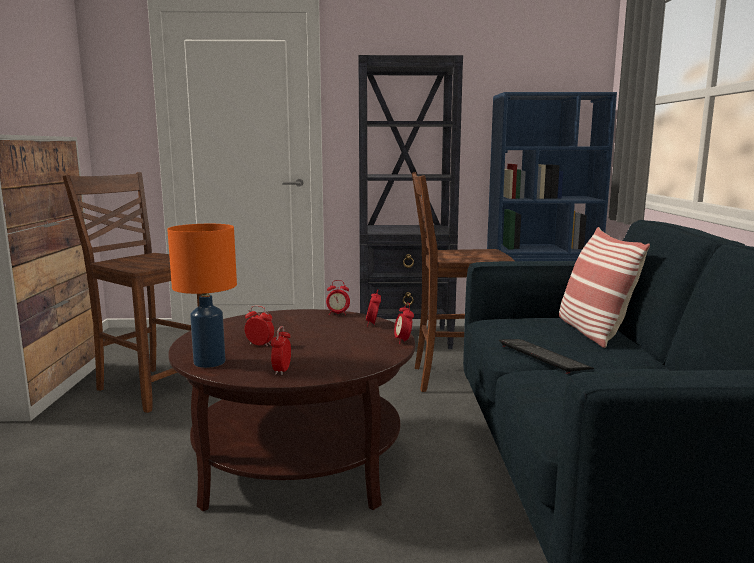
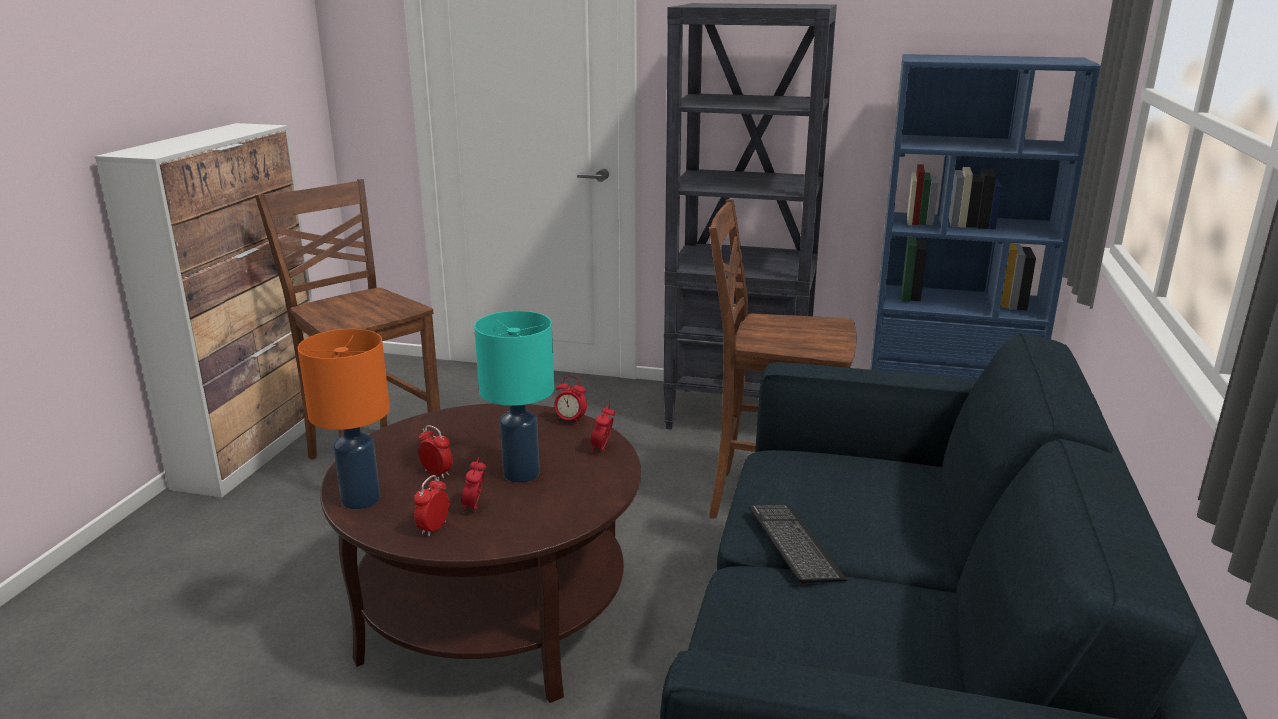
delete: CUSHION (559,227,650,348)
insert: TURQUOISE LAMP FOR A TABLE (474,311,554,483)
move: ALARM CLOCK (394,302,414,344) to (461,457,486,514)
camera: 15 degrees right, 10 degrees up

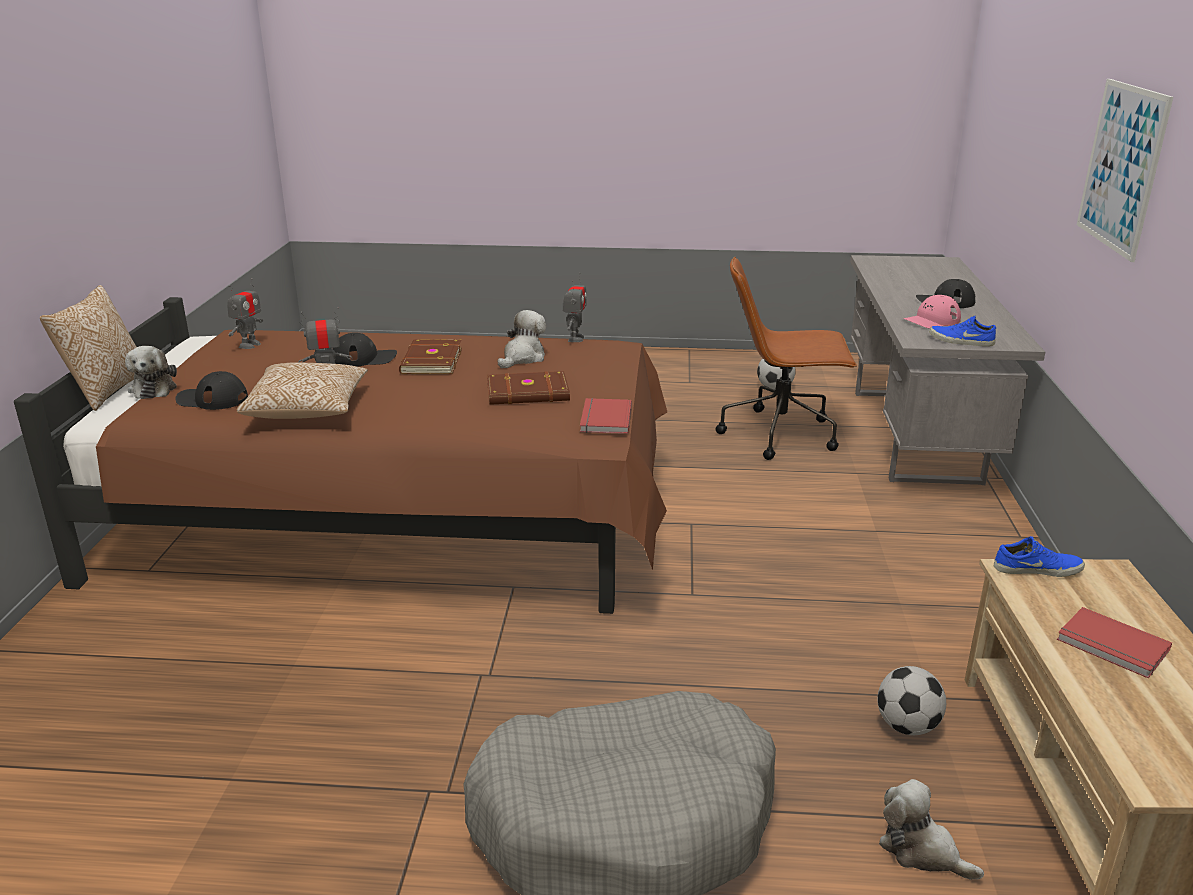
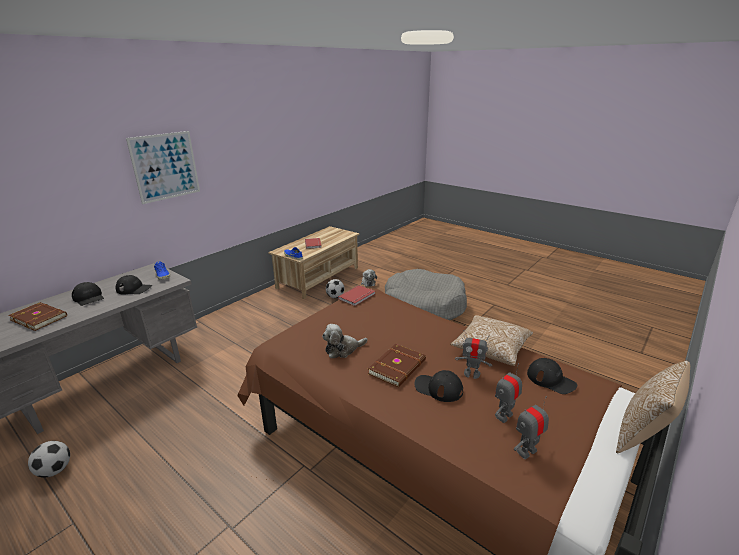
delete: BROWN DESK CHAIR (716,257,857,460); SOFT TOY (125,346,177,399)
move: MODEL ROBOT (563,273,587,342) to (495,363,522,423); BROWN BOOK (487,371,570,405) to (8,302,67,331)
recolor: PINKISH BASEBALL CAP (903,295,961,328) to BLACK-COLOURED BASEBALL CAP (116,275,152,294)
camera: 145 degrees left, 0 degrees up

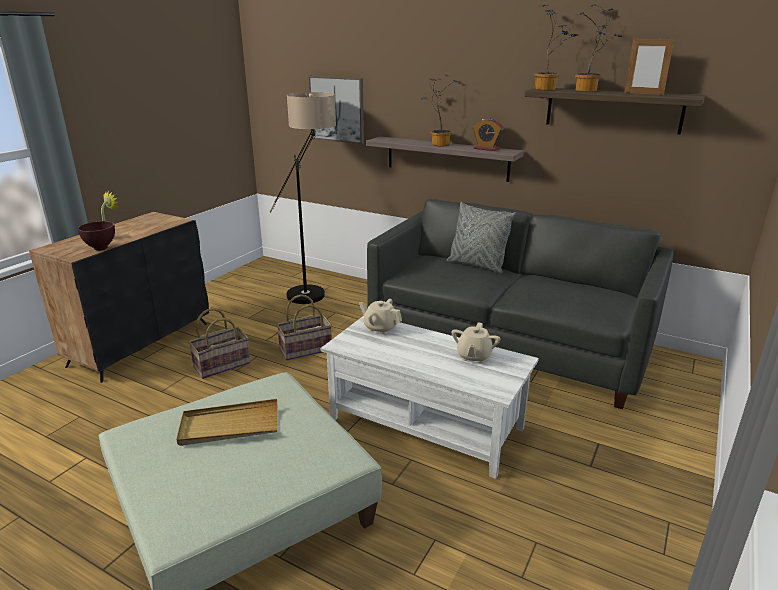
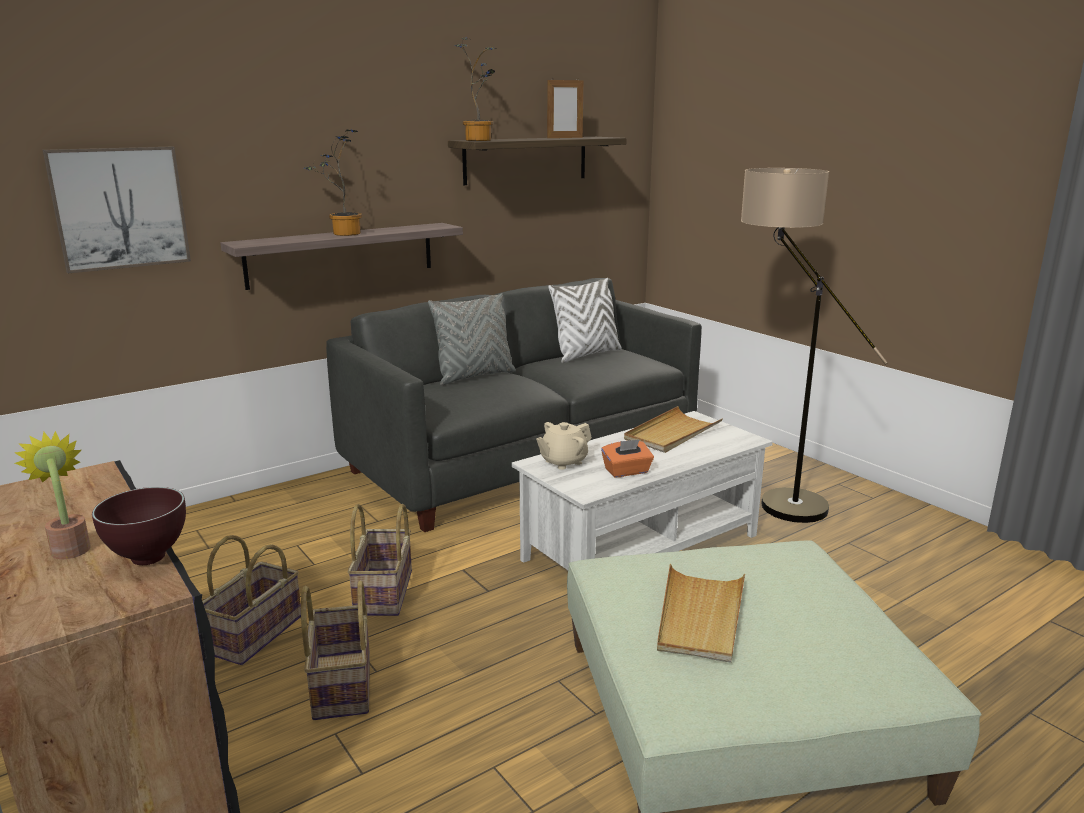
delete: POTTED PLANT (575,4,622,92); ALARM CLOCK (473,118,504,151)
insert: WHITISH CUSHION (548,278,622,363); ORANGE-COLOURED BOX OF TISSUES (601,439,654,477); HOUSEHOLD BASKET (202,535,301,665)
move: FLOOR LAMP (269,92,336,304) to (741,168,888,523)
replace: BEIGE-COLOURED POT FOR TEA (451,322,500,364) to BEIGE-COLOURED TRAY (624,406,723,453)
camera: 65 degrees left, 5 degrees down

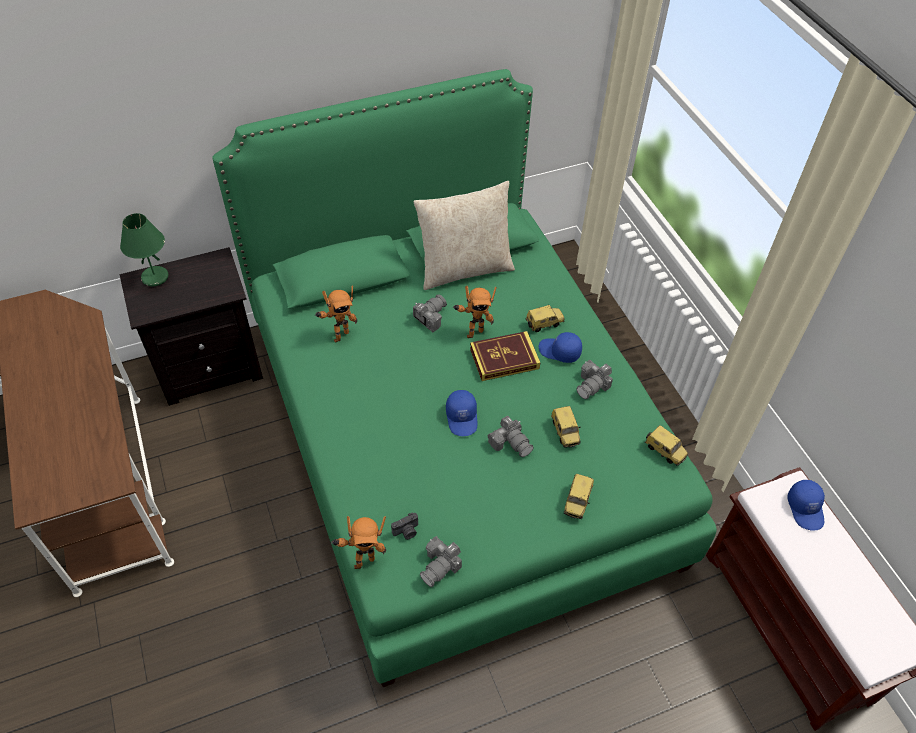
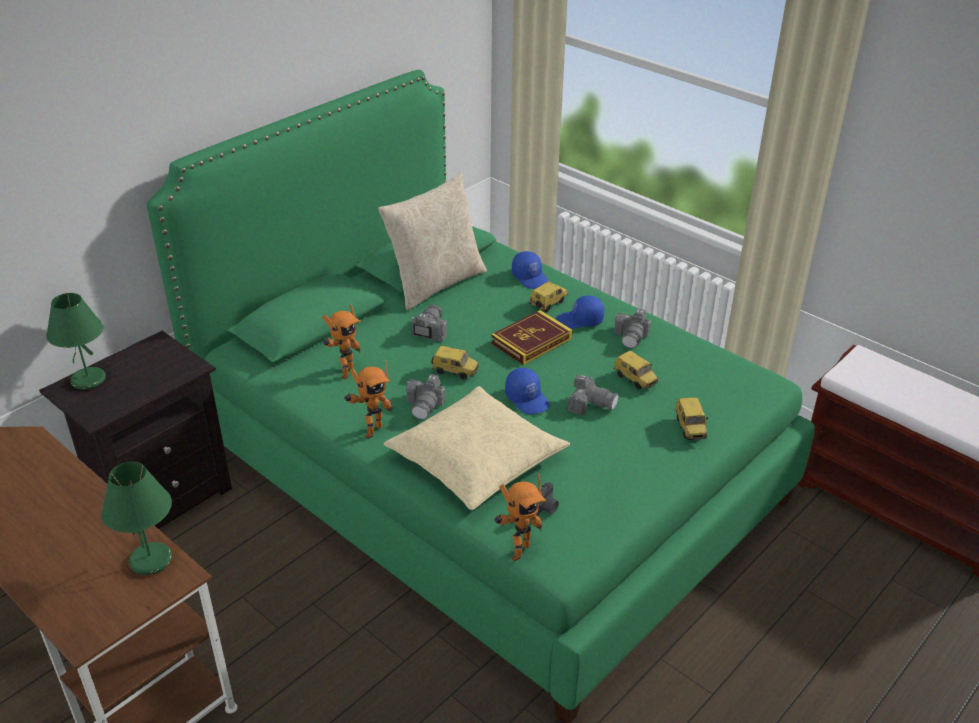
insert: BEIGE-COLOURED CUSHION (384,386,570,510); GREENISH LAMP FOR A TABLE (101,462,172,575)
move: MODEL ROBOT (453,286,497,338) to (344,360,393,439); MODEL CAR (645,425,688,466) to (431,346,479,380); BLUE BASEBALL CAP (787,480,825,531) to (512,251,548,289); PHOTO CAMERA (420,536,462,587) to (406,374,445,420)
camera: 25 degrees left, 15 degrees down

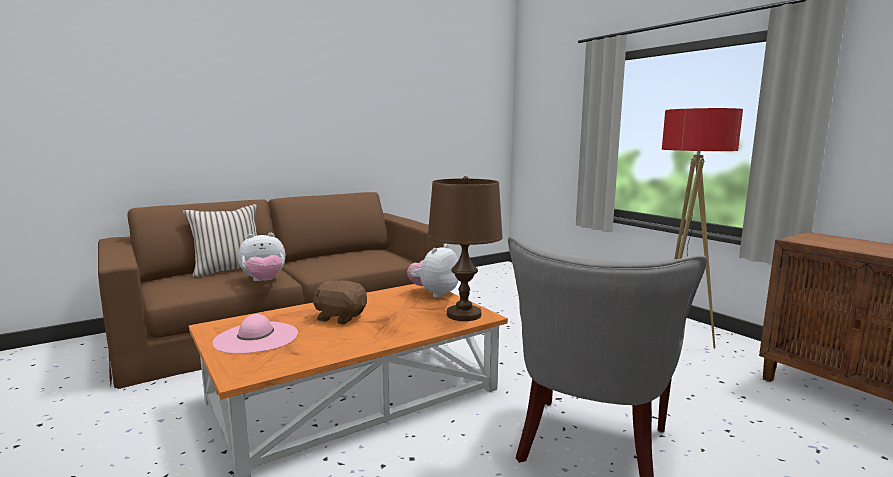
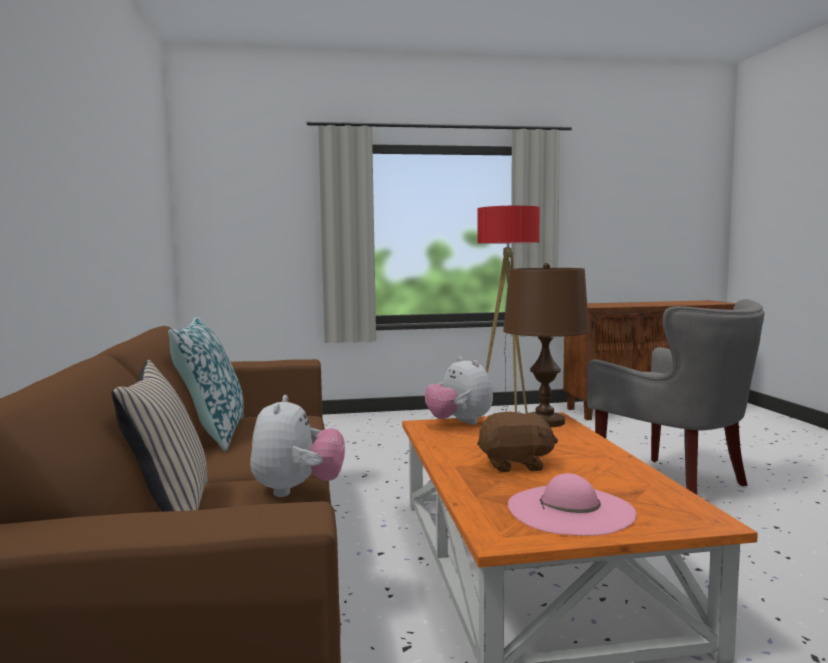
insert: CUSHION (168,316,244,451)
rotate: BROWN SOFT TOY (313,280,367,324) = (477,412,558,472) 135 degrees counterclockwise
camera: 65 degrees left, 5 degrees down

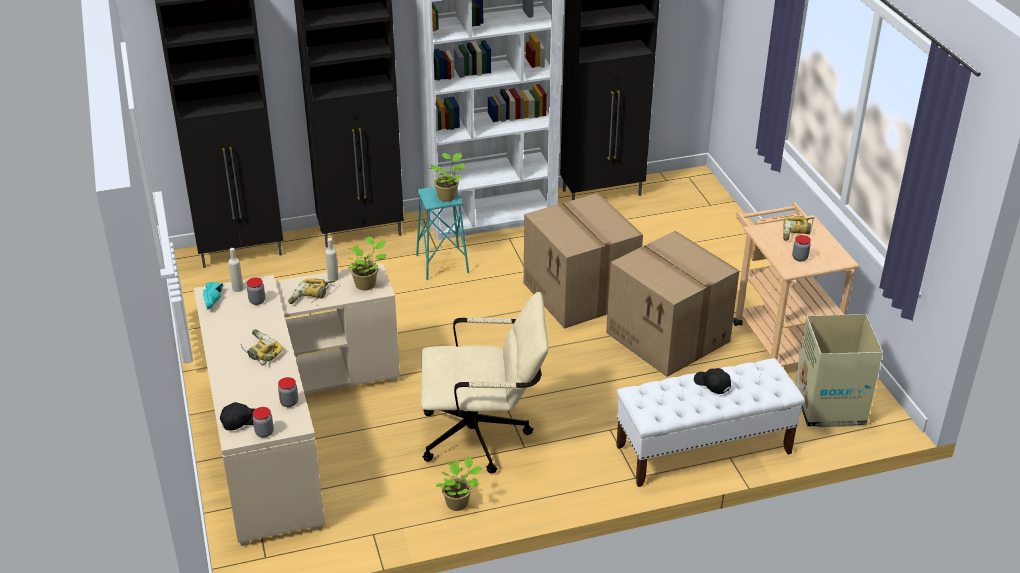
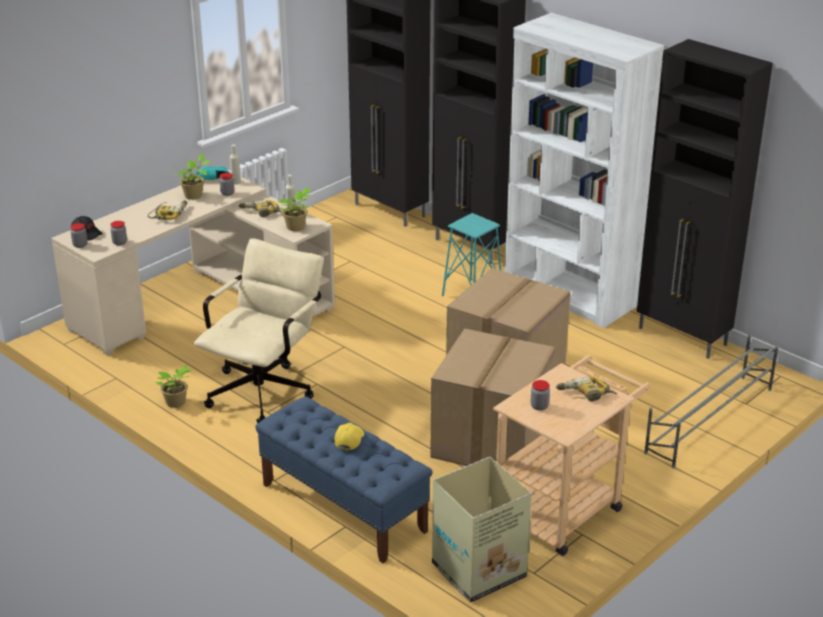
insert: GREY SHOE SHELF (644,334,779,468)
move: POTTED PLANT (428,153,466,201) to (175,154,211,200)
recolor: WHITISH BENCH (616,358,805,487) to BLUE BENCH (255,397,432,563); BLACK-COLOURED BASEBALL CAP (694,368,731,394) to YELLOWISH BASEBALL CAP (334,423,364,450)
rotate: BEIGE-COLOURED DESK CHAIR (421,292,548,474) = (194,238,324,423) 120 degrees counterclockwise
camera: 60 degrees right, 5 degrees down

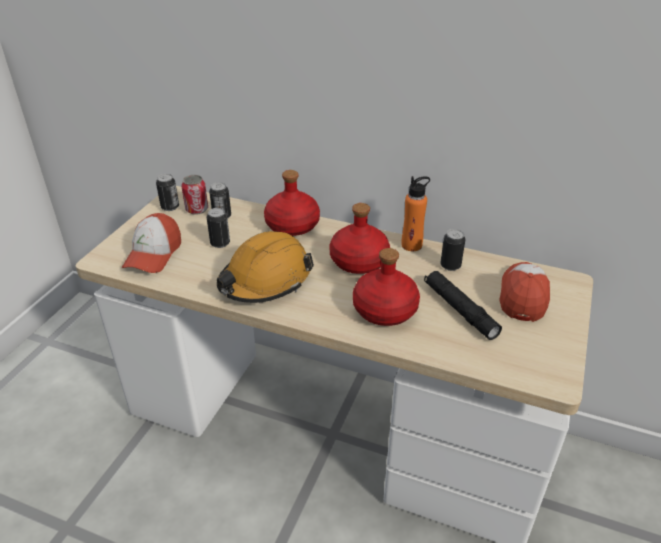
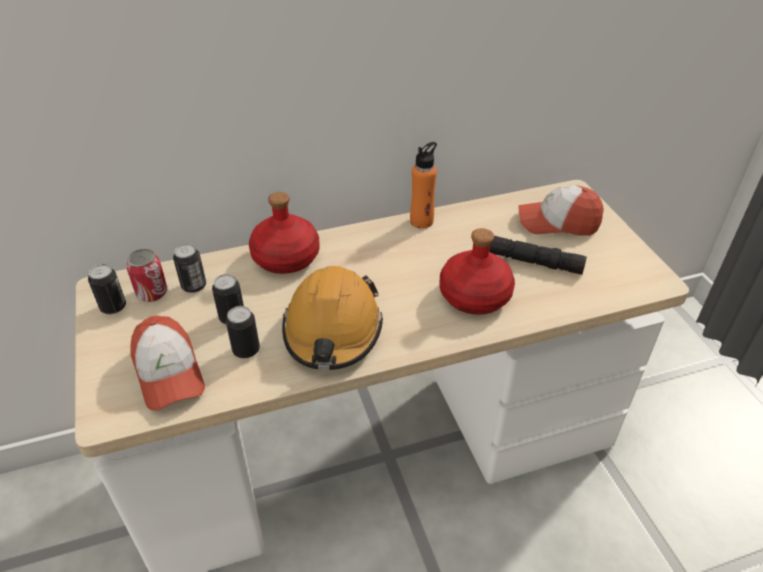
delete: REDDISH BEVERAGE BOTTLE (330,203,390,274)
move: CAN (440,229,465,271) to (226,306,260,359)
rotate: BASEBALL CAP (499,262,550,322) = (519,185,604,236) 60 degrees counterclockwise
camera: 40 degrees left, 5 degrees up

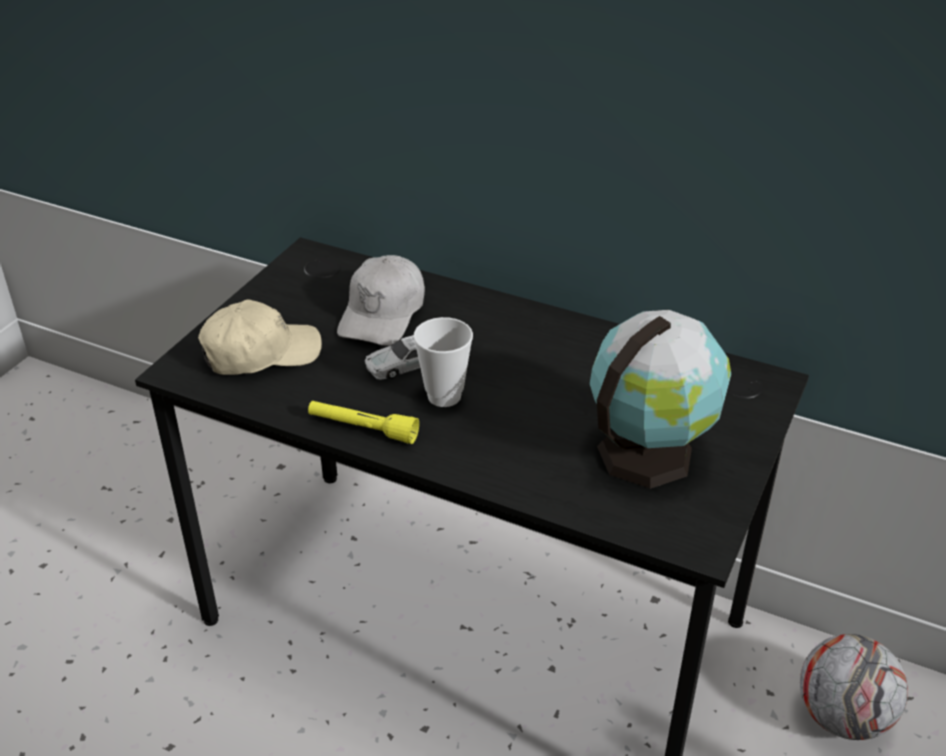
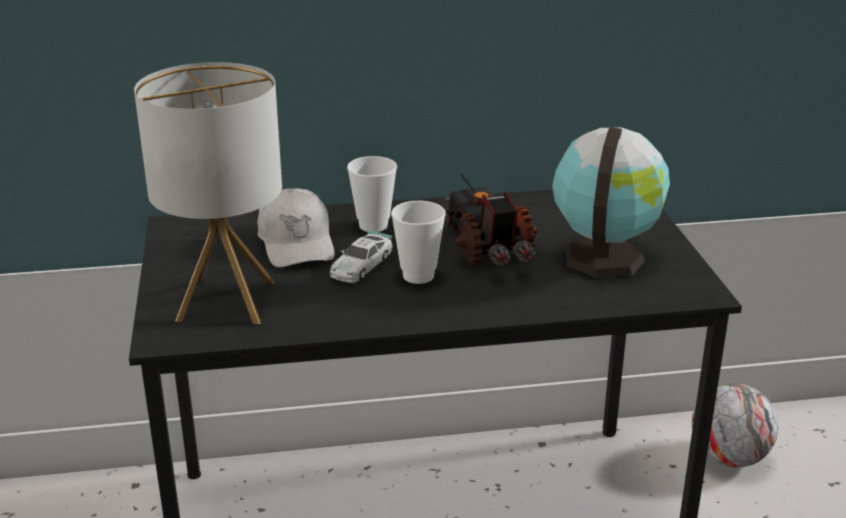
delete: YELLOWISH HAND TORCH (308,401,419,444)
insert: SMALL CUP (347,156,397,232); TOY TRUCK (444,174,538,267)
replace: BEIGE-COLOURED BASEBALL CAP (198,299,322,375) to LAMP FOR A TABLE (134,62,282,324)
camera: 35 degrees left, 10 degrees down

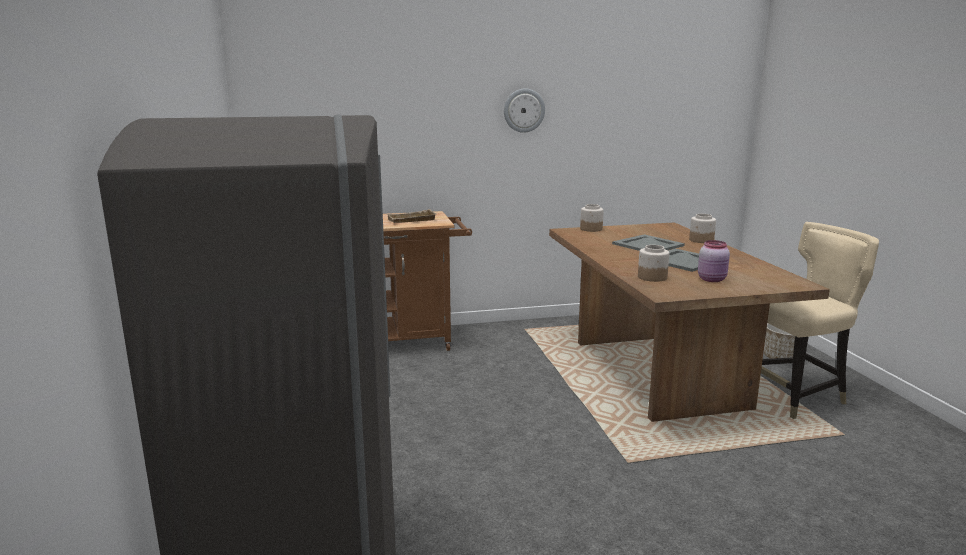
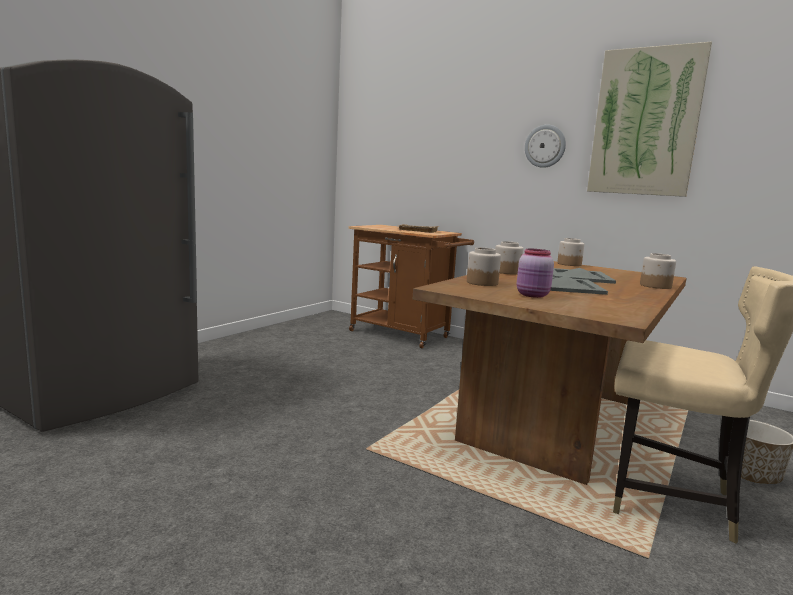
insert: WALL ART (587,41,712,197); STORAGE JAR (495,241,524,274)
camera: 45 degrees right, 5 degrees down

